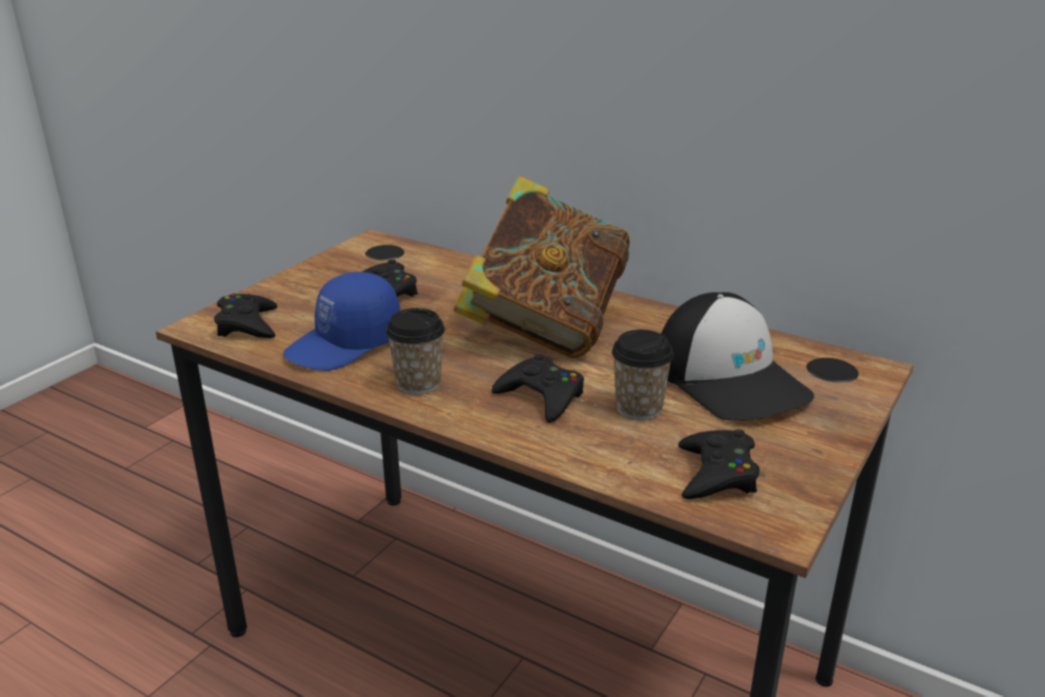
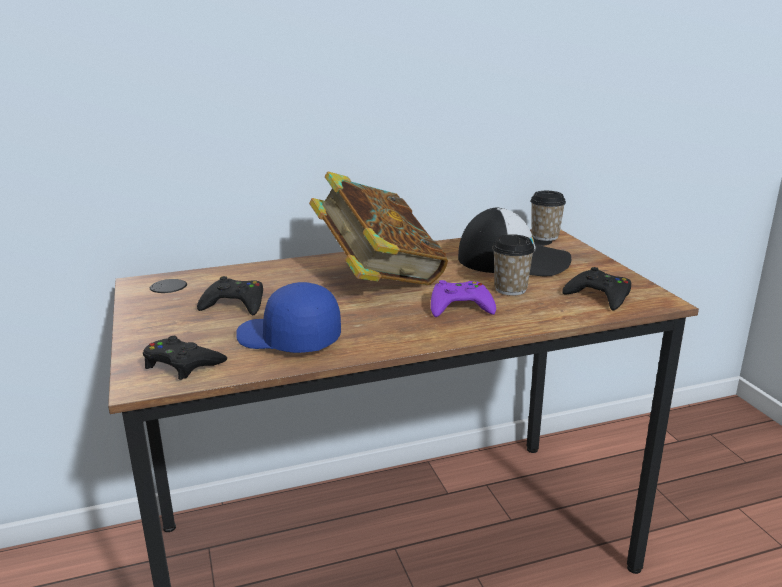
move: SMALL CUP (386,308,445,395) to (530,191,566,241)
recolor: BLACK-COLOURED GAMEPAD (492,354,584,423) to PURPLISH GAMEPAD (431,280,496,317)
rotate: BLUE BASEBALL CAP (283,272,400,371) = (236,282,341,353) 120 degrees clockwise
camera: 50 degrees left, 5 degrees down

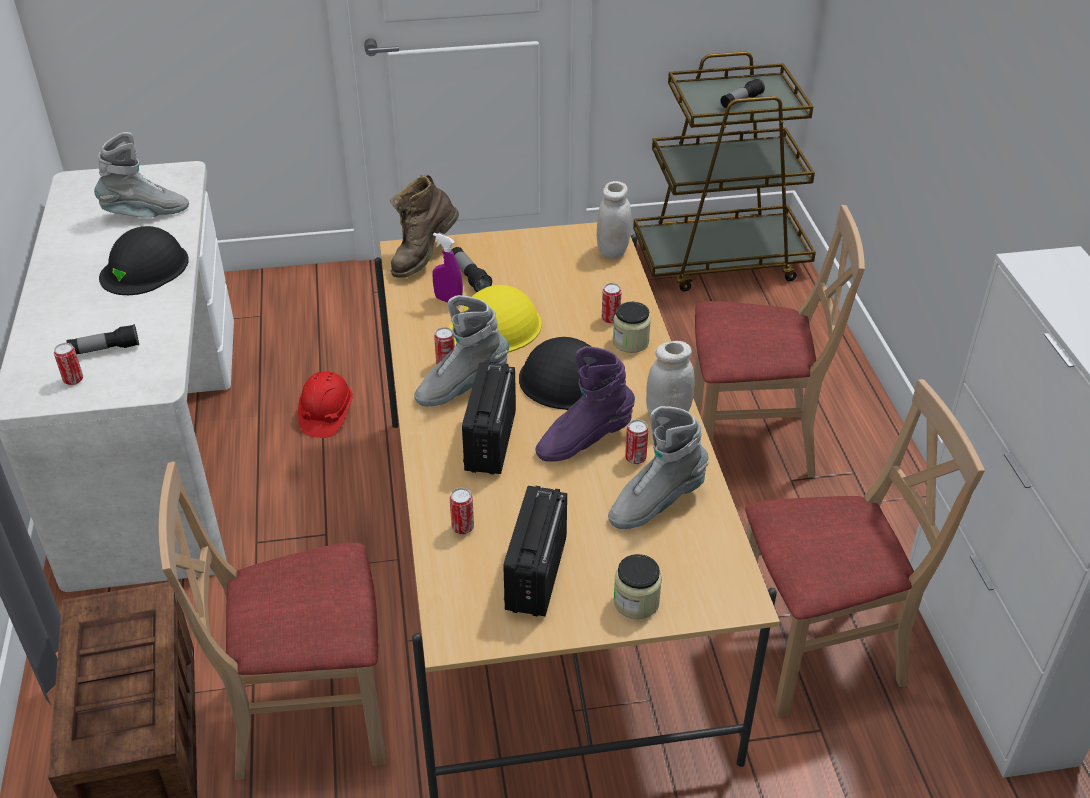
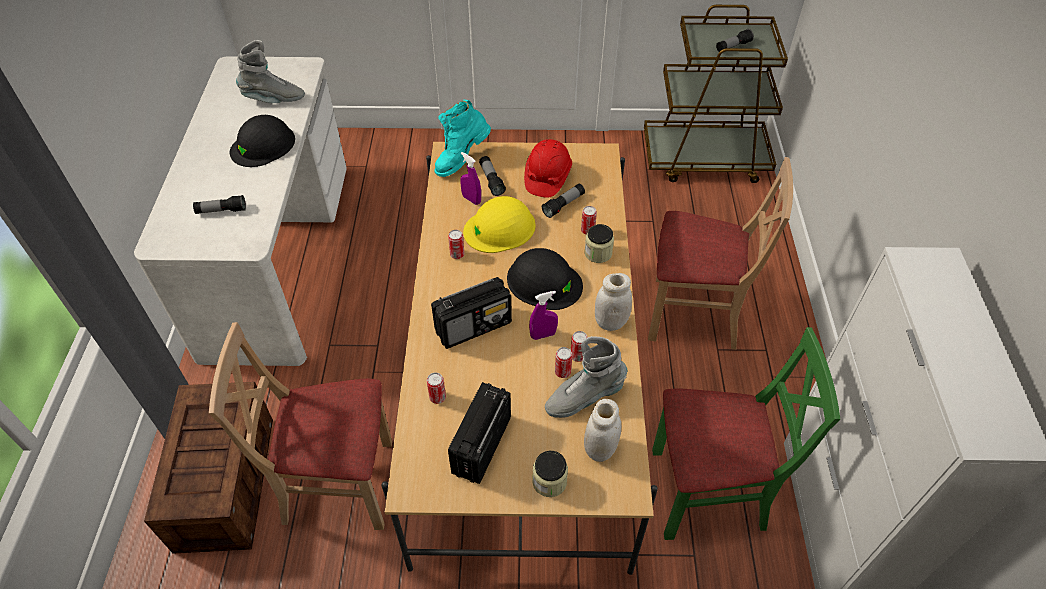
delete: GREY TALL BOOT (414,295,509,406)
insert: HAND TORCH (542,184,585,218)
move: WHITISH STORAGE JAR (597,181,632,259) to (584,399,621,462); CAN (54,343,83,385) to (555,347,572,378); REDDISH HARD HAT (298,371,353,438) to (524,139,572,198)
replace: PURPLISH TALL BOOT (536,346,635,462) to PURPLISH SPRAY BOTTLE (529,291,558,340)
recolor: BROWN TALL BOOT (390,175,459,278) to TURQUOISE TALL BOOT (434,100,491,177); BEIGE-COLOURED PLAIN CHAIR (745,379,985,717) to GREENISH PLAIN CHAIR (652,327,840,540)
rotate: RADIO RECEIVER (462,362,516,475) = (431,277,512,349) 135 degrees counterclockwise
camera: 10 degrees right, 10 degrees up

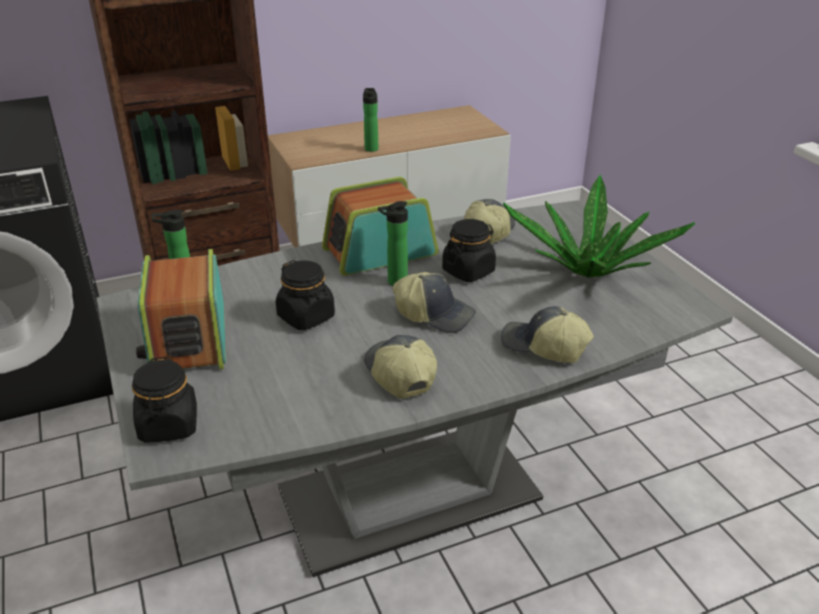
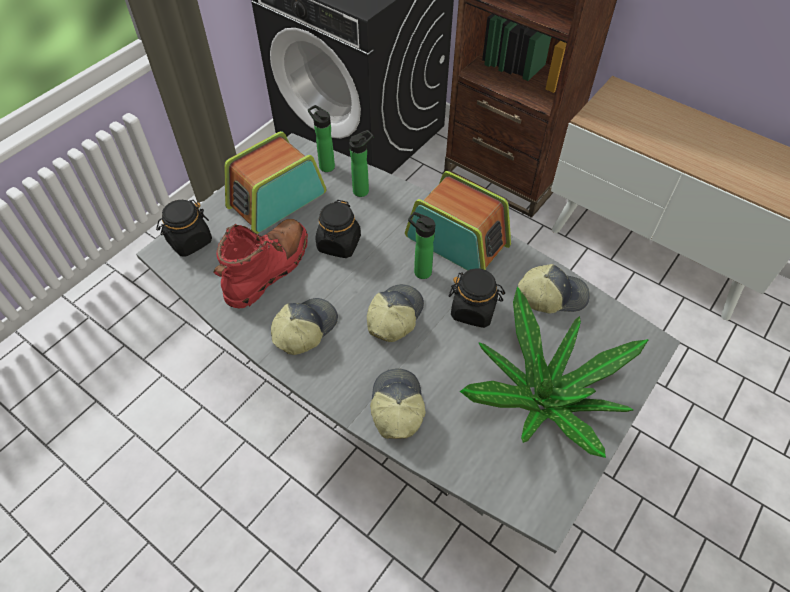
insert: REDDISH TALL BOOT (213,219,308,309)
move: BEVERAGE BOTTLE (363,88,378,152) to (349,130,373,197)
rotate: BASEBALL CAP (393,272,476,333) = (367,284,424,342) 150 degrees counterclockwise
camera: 60 degrees right, 20 degrees up

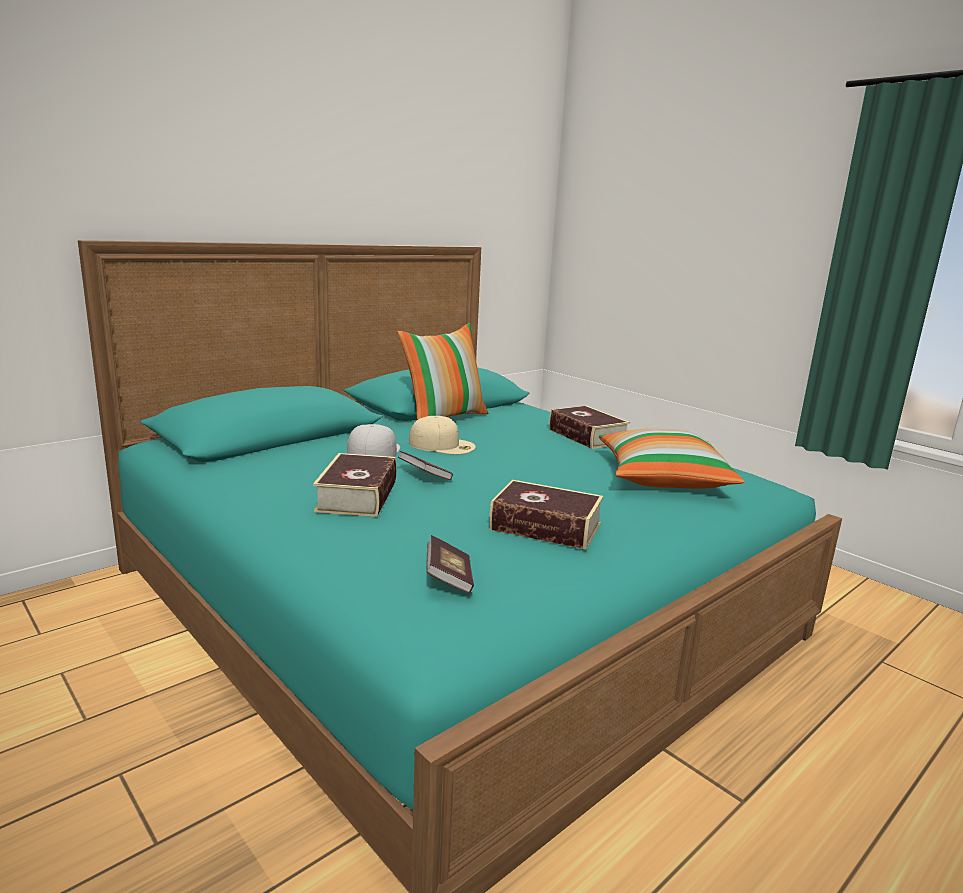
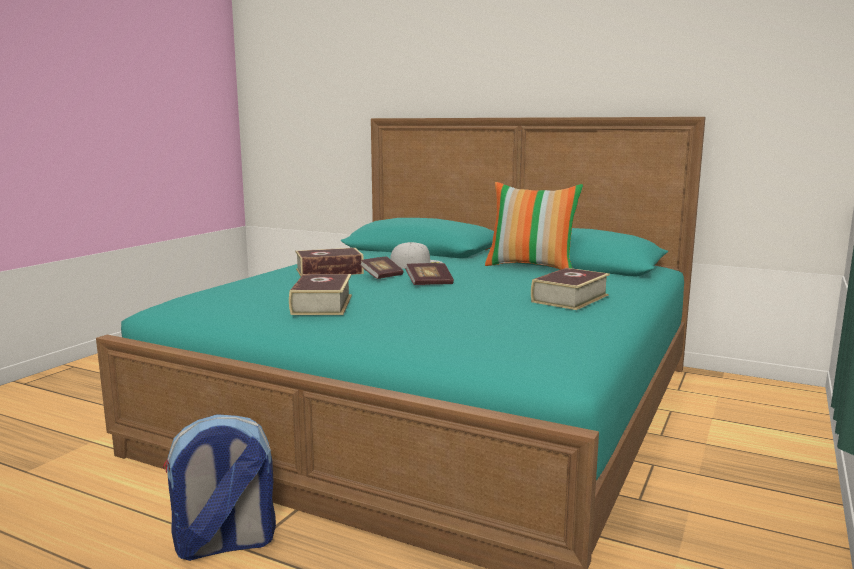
delete: BEIGE-COLOURED BASEBALL CAP (409,416,476,454); CUSHION (599,429,745,489)
insert: KNAPSACK (163,414,276,561)
move: BOOK (427,535,474,594) to (405,263,454,285)
camera: 70 degrees right, 5 degrees down

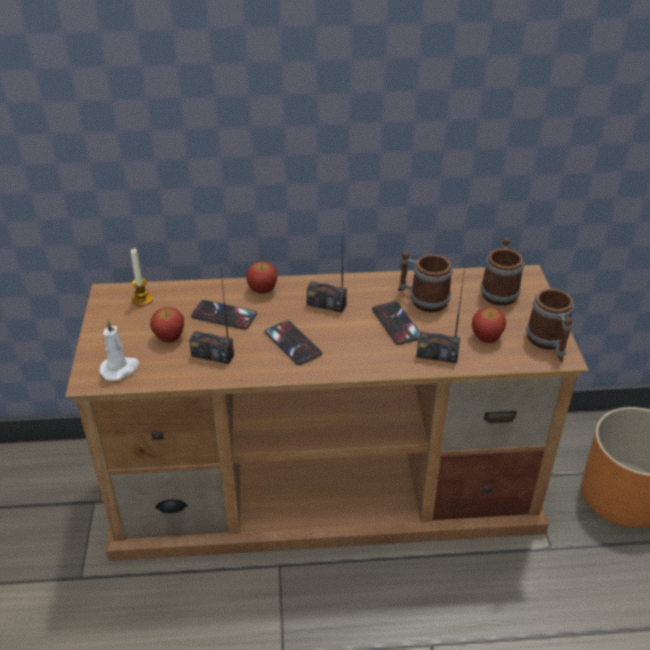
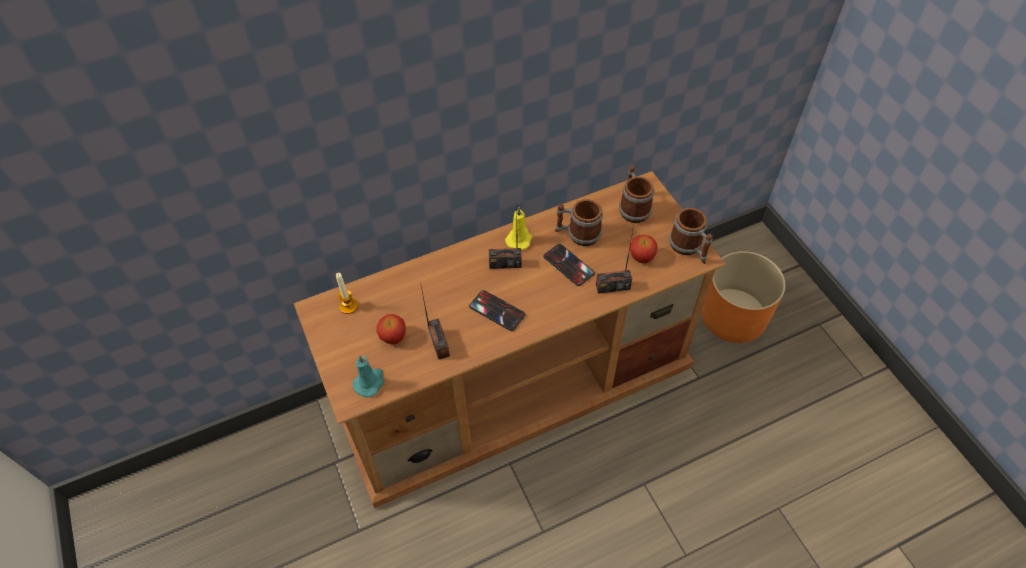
delete: APPLE FRUIT (246,262,277,294); TELEPHONE (191,300,257,330)
insert: YELLOWISH CANDLE (505,207,532,250)
recolor: WHITISH CANDLE (99,319,139,381) to TURQUOISE CANDLE (353,355,384,397)
rotate: RADIO RECEIVER (189,273,234,364) = (420,282,450,360) 105 degrees counterclockwise
camera: 20 degrees left, 15 degrees up

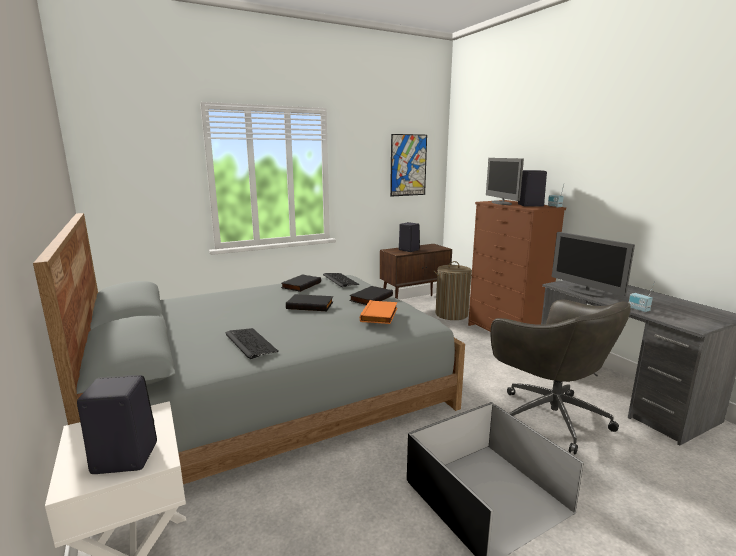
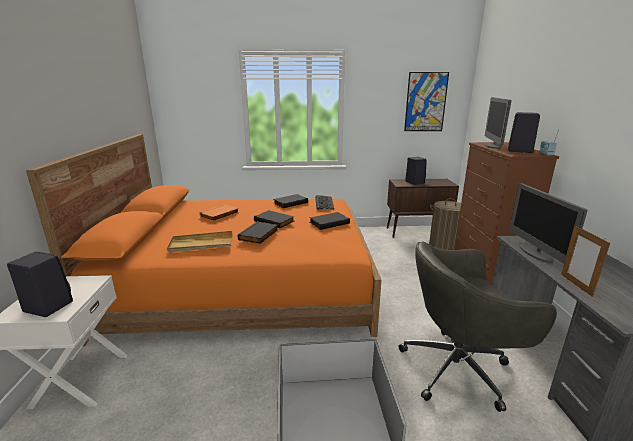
insert: BLACK-COLOURED BOOK (238,221,278,244)
move: ORANGE-COLOURED BOOK (360,300,397,324) to (199,204,239,222)
replace: RADIO RECEIVER (629,281,655,312) to PHOTO FRAME (561,225,610,297); KEYBOARD (226,328,279,359) to BEIGE-COLOURED TRAY (167,231,232,253)
recolor: GREY SLEEPING BED (33,213,465,484) to ORANGE-COLOURED SLEEPING BED (26,134,381,346)
rotate: GREY DESK CHAIR (490,299,631,454) = (399,241,557,412) 90 degrees clockwise
camera: 25 degrees right, 5 degrees up

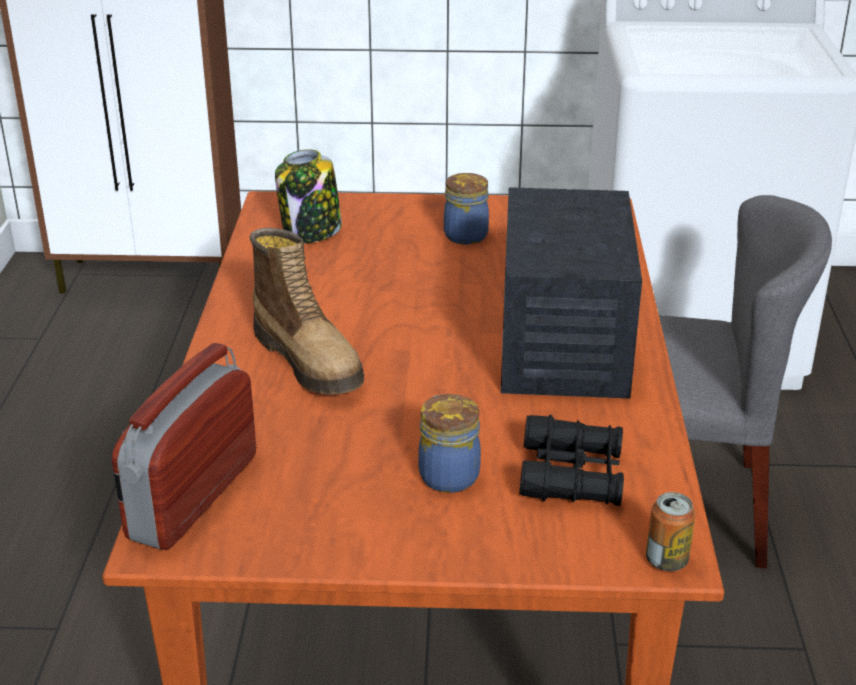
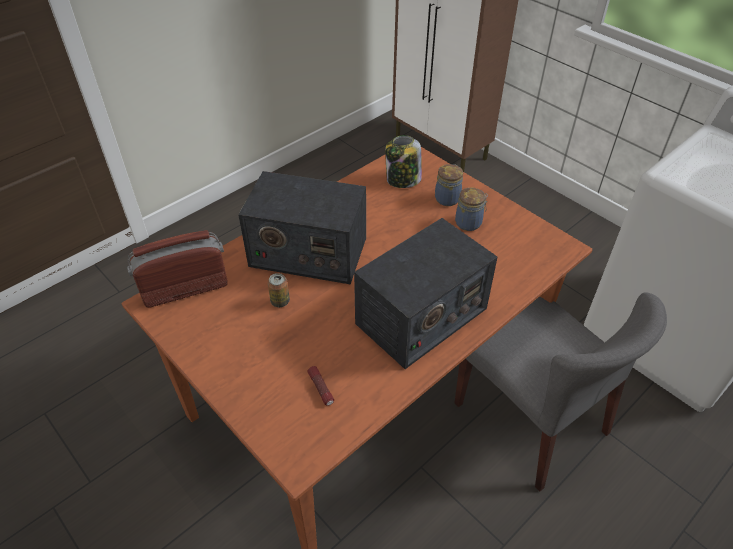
move: STORAGE JAR (418,394,481,493) to (435,164,463,206); CAN (646,492,695,571) to (268,273,290,307)
replace: TALL BOOT (250,228,364,395) to RADIO RECEIVER (238,171,366,284); BLACK-COLOURED PAIR OF BINOCULARS (519,415,624,506) to HAND TORCH (307,366,334,406)
camera: 45 degrees right, 15 degrees up

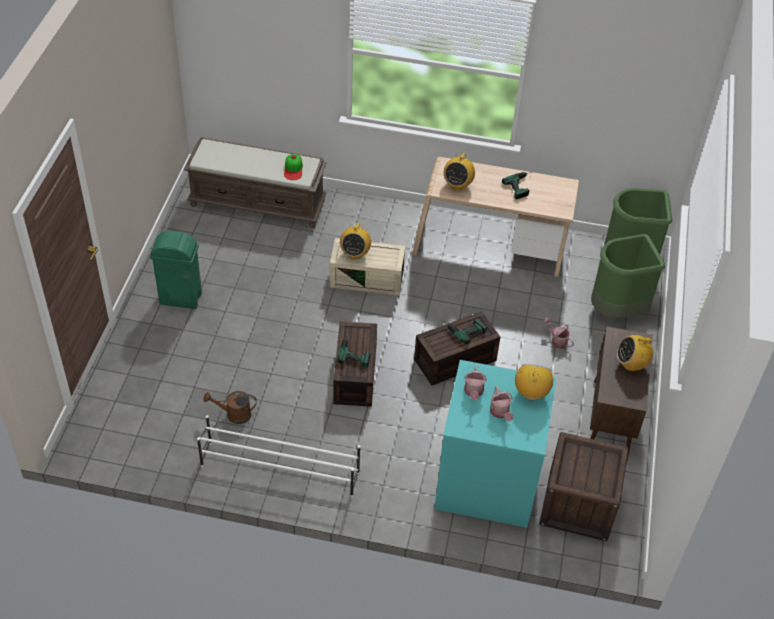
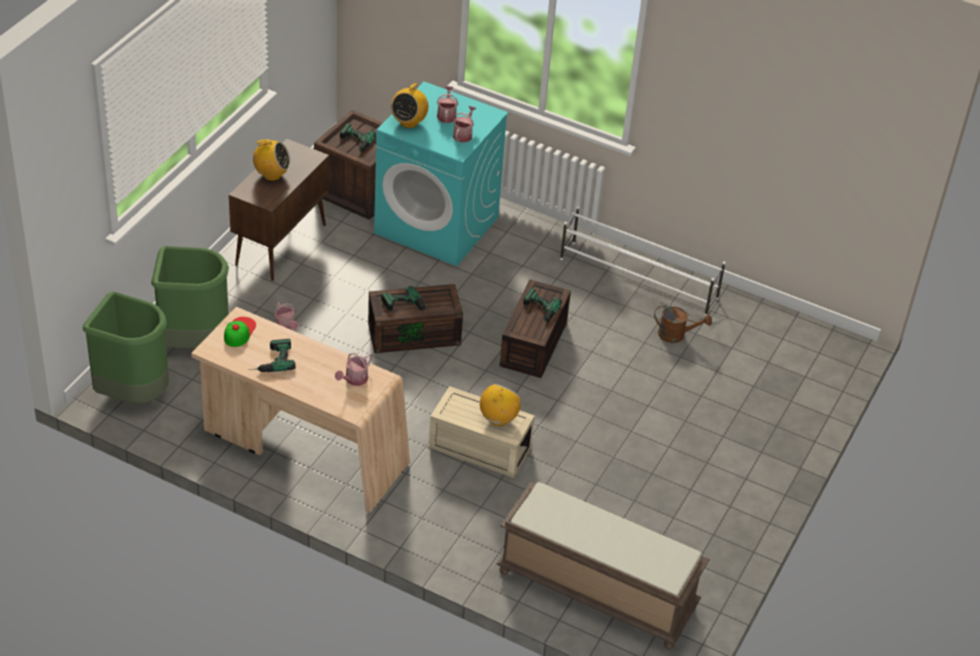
delete: GREENISH RUBBISH BIN (150,231,202,309)
insert: ELECTRIC DRILL (340,123,376,154)
move: BASEBALL CAP (284,154,303,180) to (224,317,256,347)
replace: RADIO RECEIVER (444,151,475,190) to SPRINKLING CAN (335,353,372,386)
camera: 165 degrees left, 5 degrees down

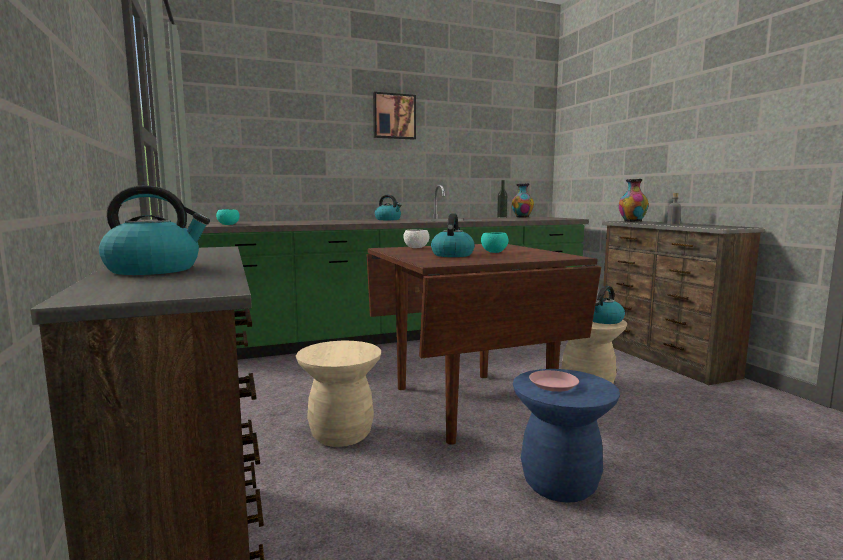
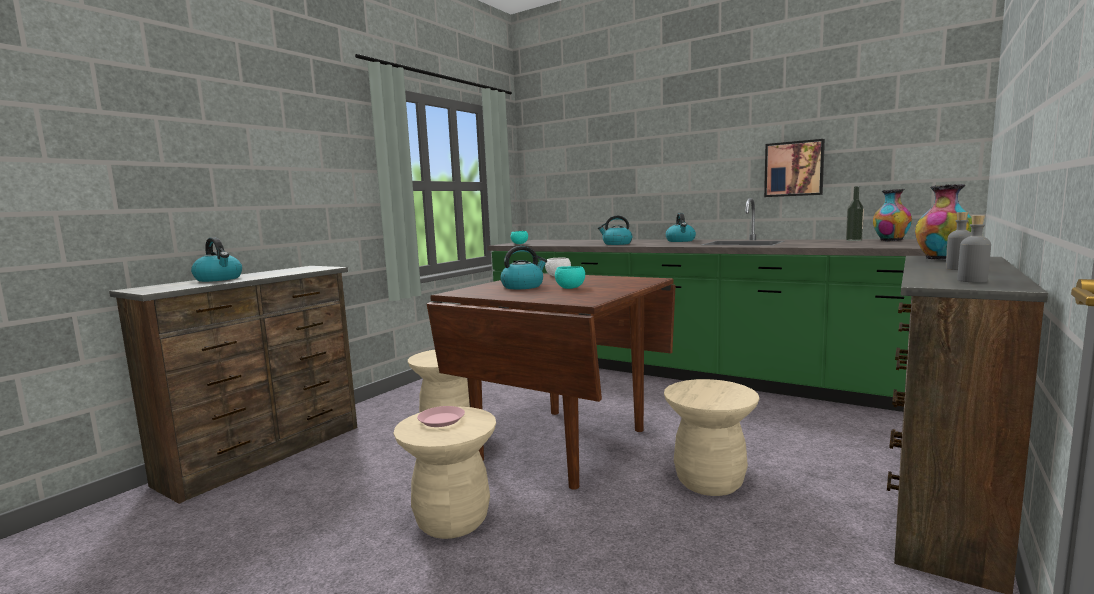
insert: GREY BEVERAGE BOTTLE (957,215,991,282)
move: WALL ART (373,92,416,140) to (764,139,825,197); WATER KETTLE (593,286,625,324) to (598,216,632,245)
recolor: BLUE SITTING STOOL (513,369,620,503) to BEIGE-COLOURED SITTING STOOL (394,407,496,539)
camera: 55 degrees right, 0 degrees up

